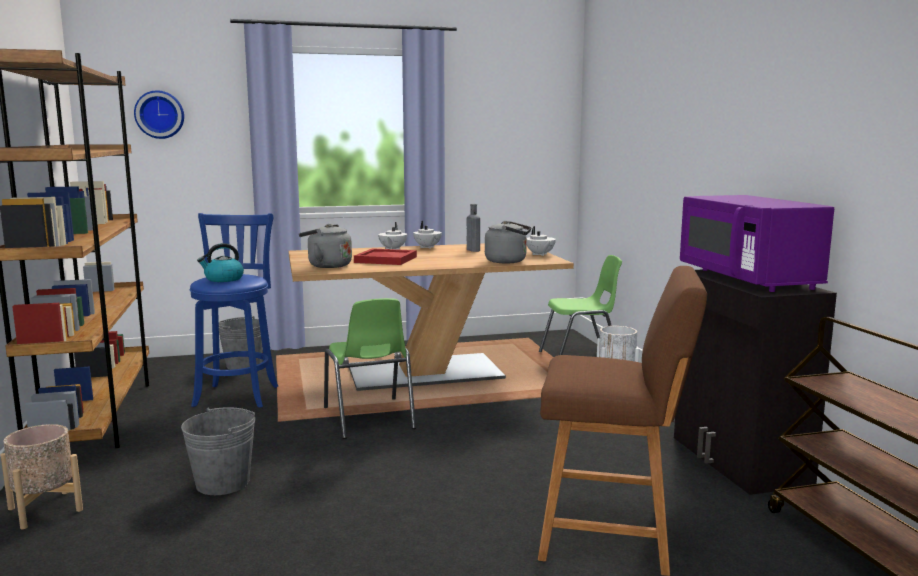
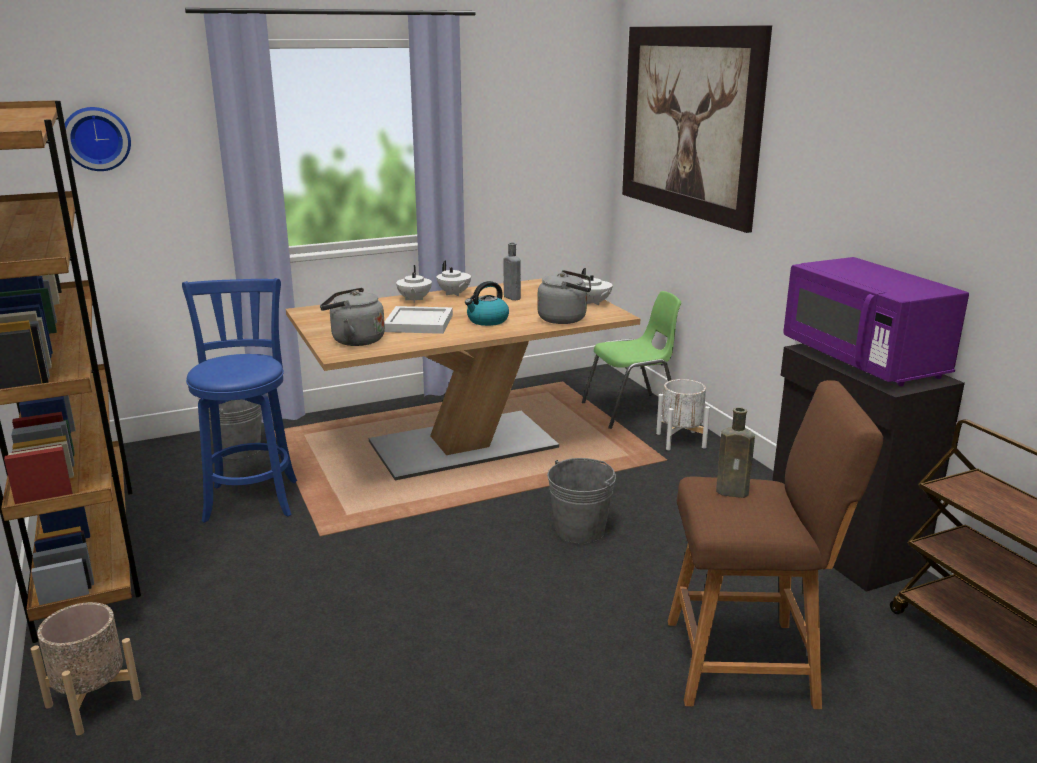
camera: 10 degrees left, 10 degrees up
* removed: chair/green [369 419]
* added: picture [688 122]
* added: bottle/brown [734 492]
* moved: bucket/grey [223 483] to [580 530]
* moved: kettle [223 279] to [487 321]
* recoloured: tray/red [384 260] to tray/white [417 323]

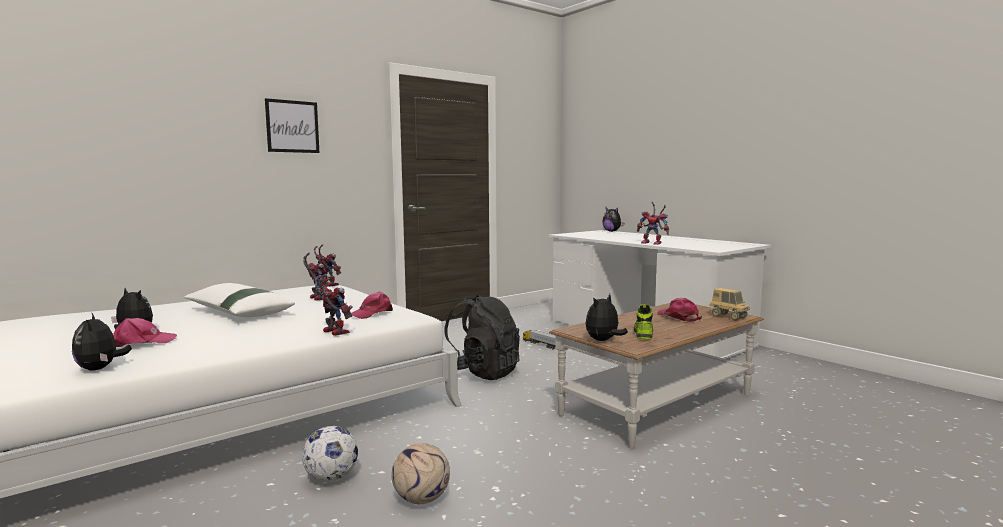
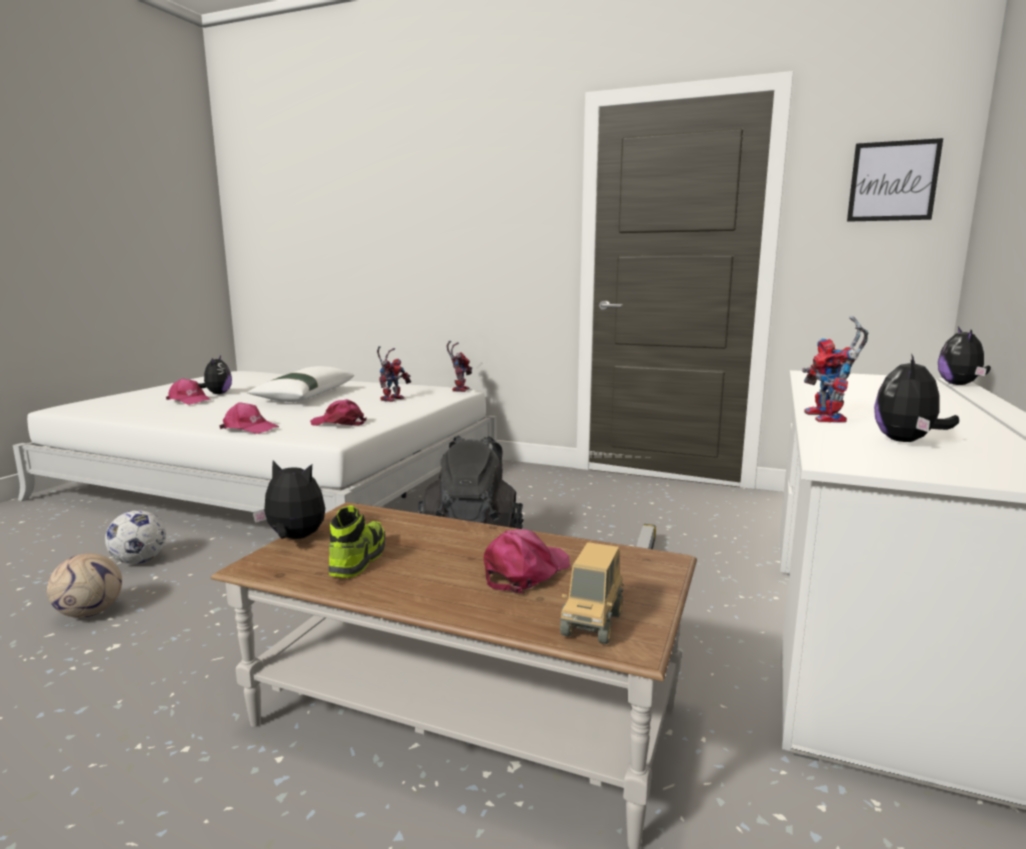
camera: 60 degrees right, 5 degrees up
* moved: plush toy [100 368] to [906 442]
* moved: picture [292 126] to [893 181]
* replaced: toy robot [332 332] to cap/pink [249 428]
* turned: shoe [643 334] = [358 559] 60 degrees counterclockwise

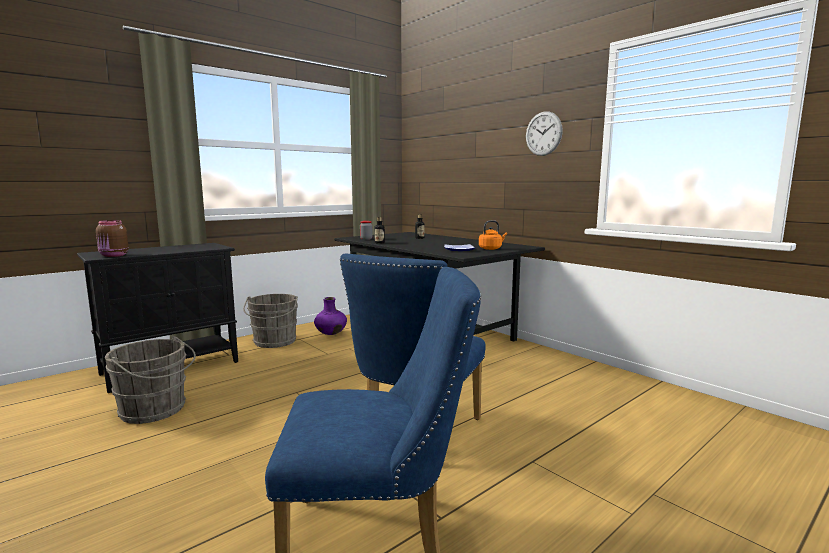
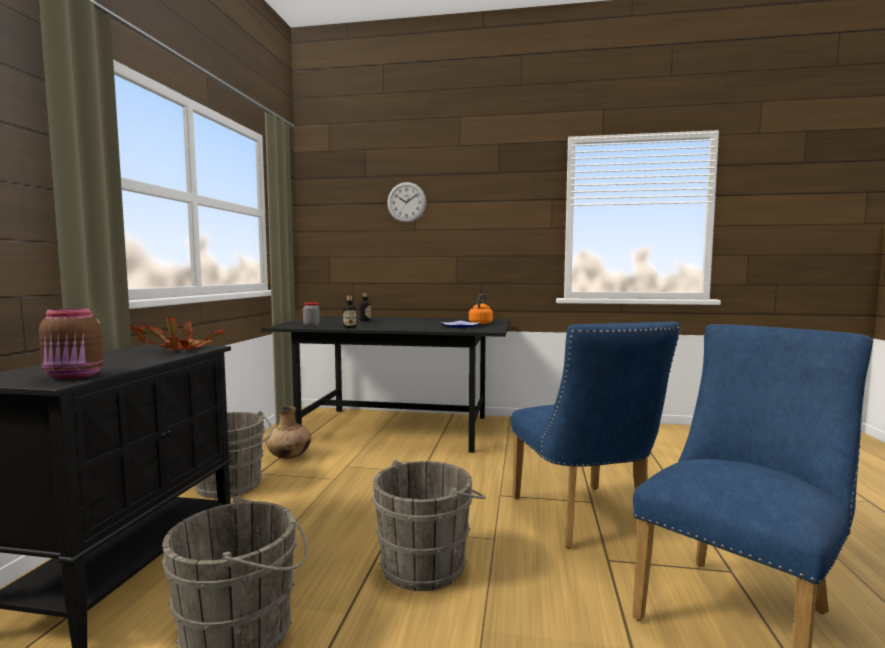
camera: 40 degrees left, 5 degrees down
* added: potted plant [181 350]
* added: bucket/grey [427 563]
* moved: wall clock [543 133] to [406 202]
* recoloured: vase/purple [331 334] to vase/brown [289 457]

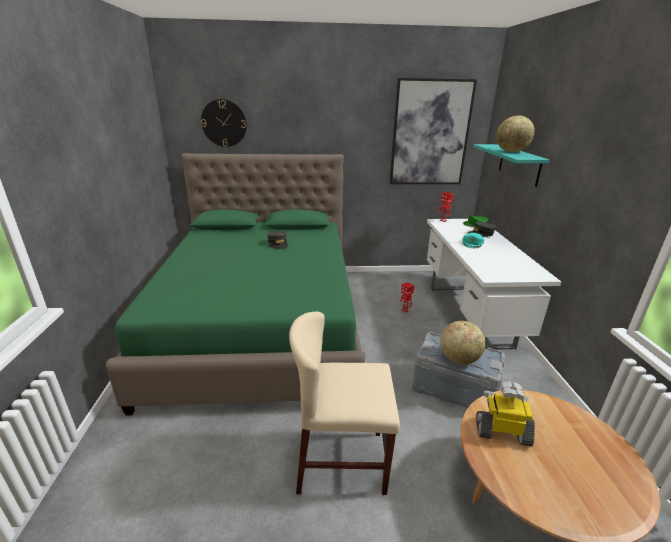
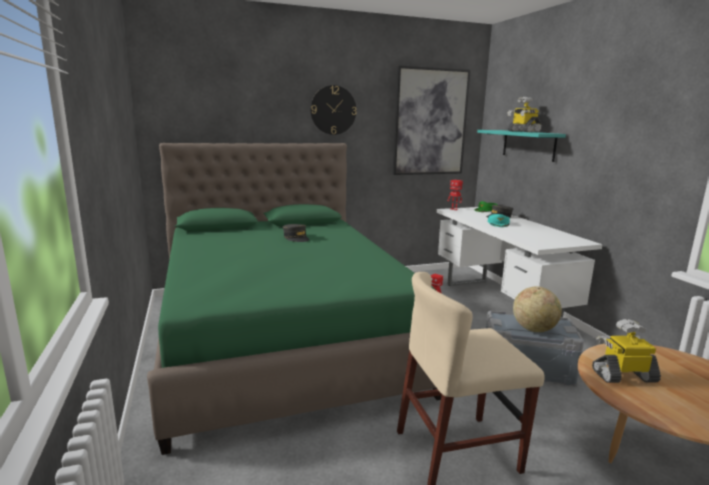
camera: 15 degrees left, 10 degrees down
* moved: wall clock [224 123] to [333 110]
* replaced: globe [511 152] to toy robot [523 131]

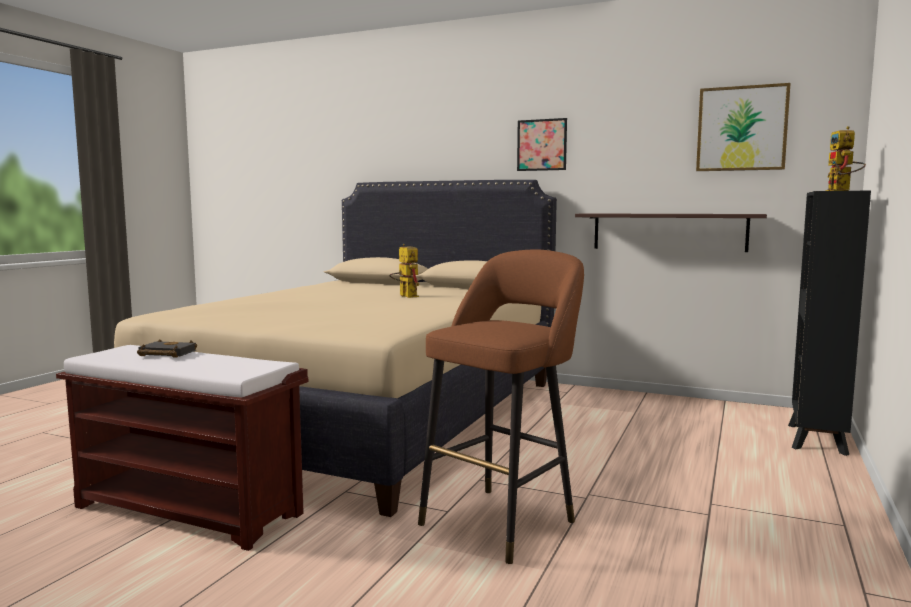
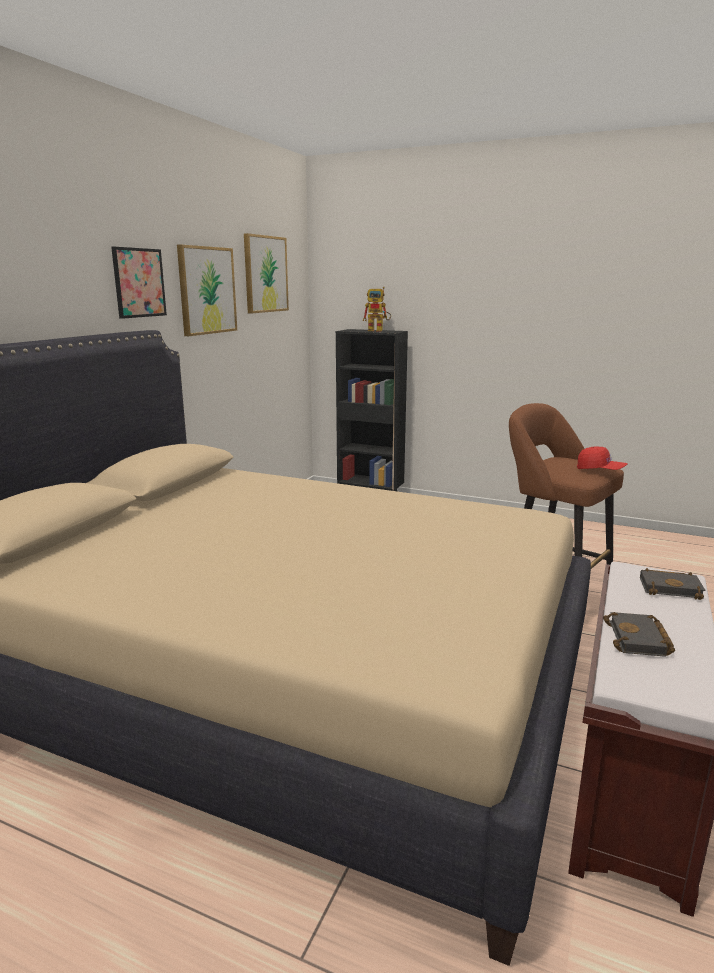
camera: 90 degrees left, 10 degrees up
* removed: toy robot [405 296]
* removed: shelf [668 232]
* added: picture [207 290]
* added: cap/red [600 470]
* added: book/black [671 588]

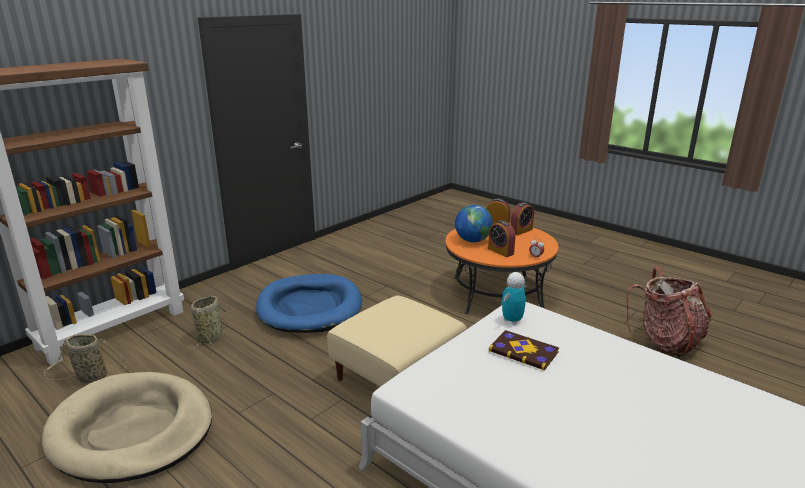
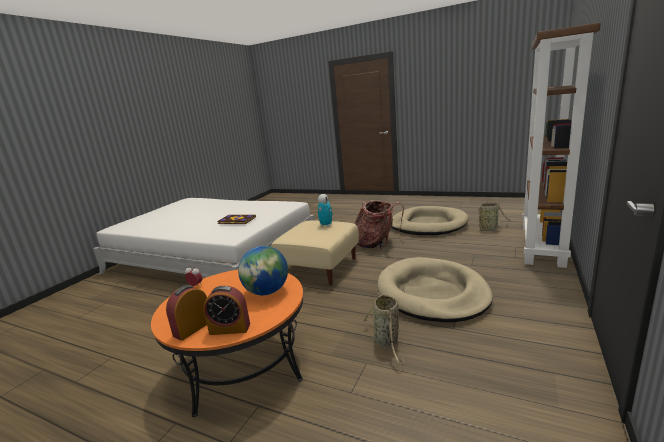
camera: 165 degrees right, 5 degrees down
* removed: alarm clock [500 251]
* moved: basket [211 337] to [387 342]
* moved: toy robot [512 320] to [326 225]
* moved: backpack [666 342] to [376 243]
* recoloured: dog bed/blue [310 307] to dog bed/beige [432 293]

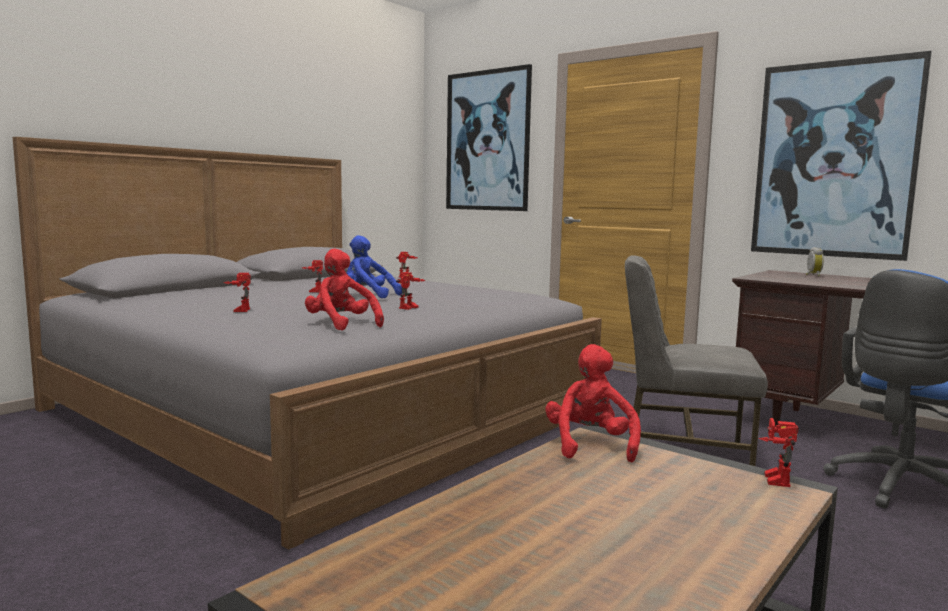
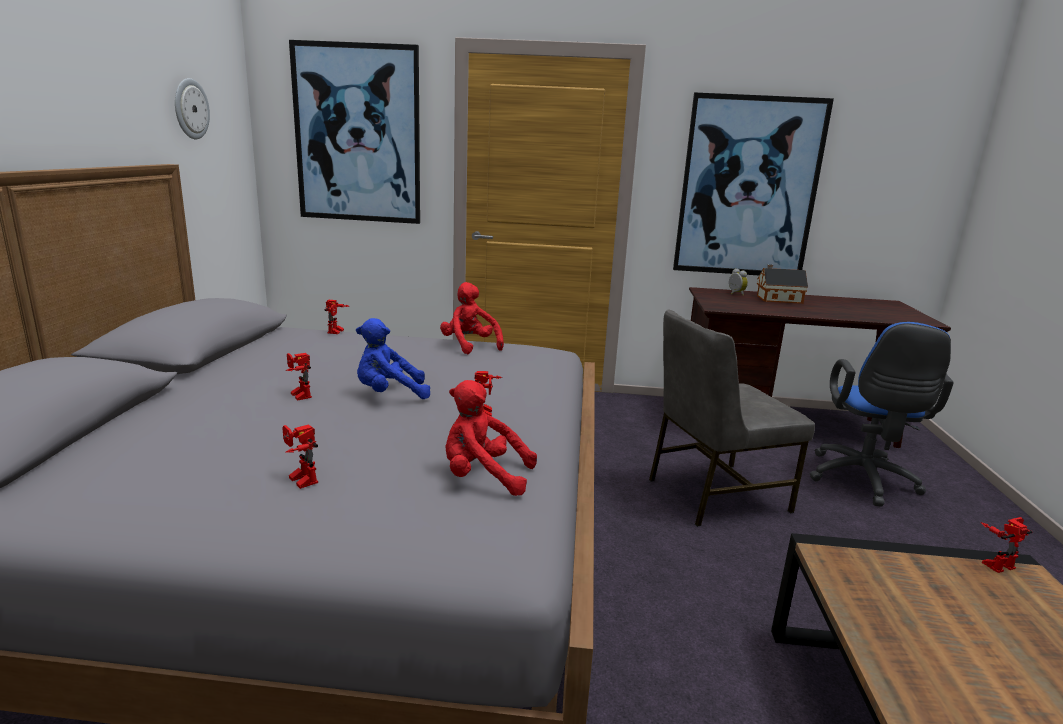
camera: 35 degrees left, 10 degrees up
* added: wall clock [190 109]
* added: toy house [777 299]
* moved: plush toy/red [590 445] to [469 345]
* turned: toy robot [772 478] = [996 563] 90 degrees clockwise

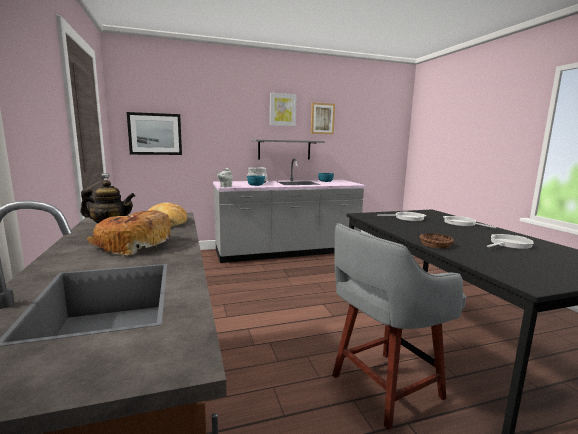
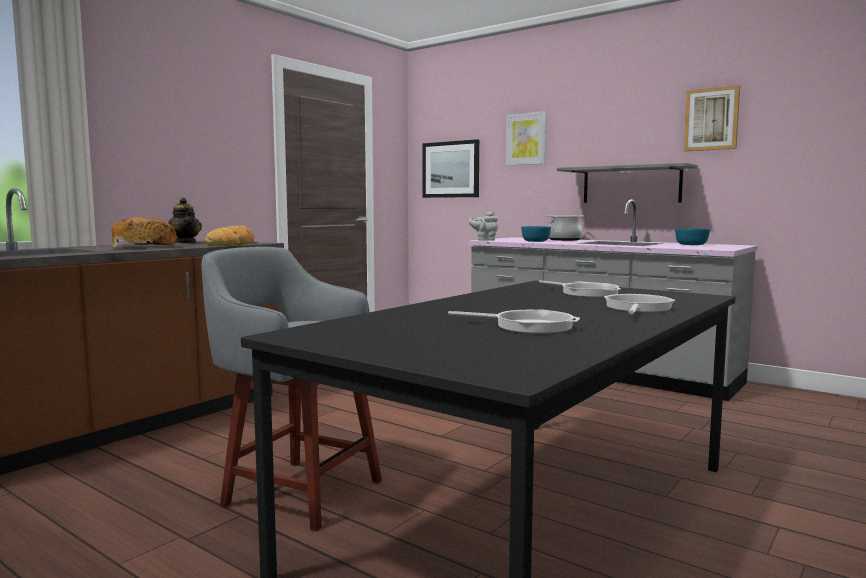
camera: 55 degrees right, 5 degrees down
* removed: bowl/brown [435 244]
* moved: picture [282 109] to [526 139]

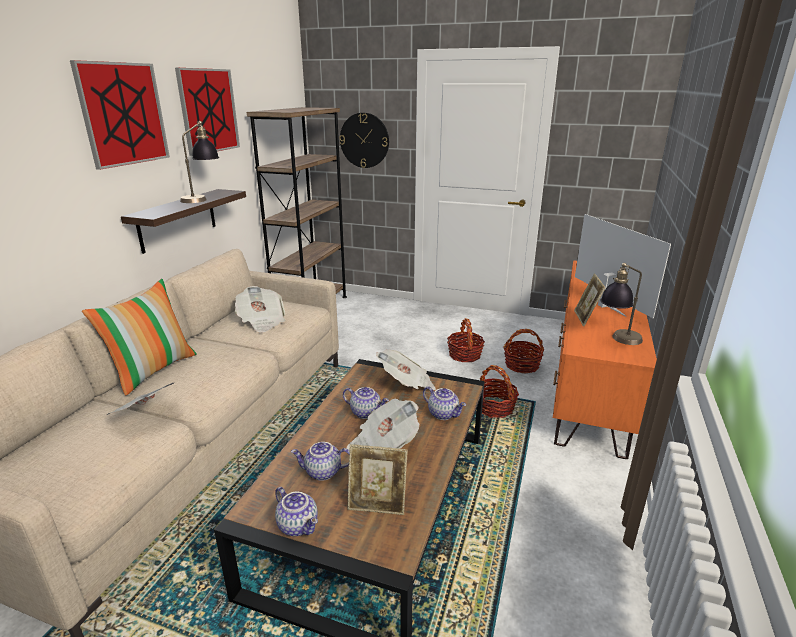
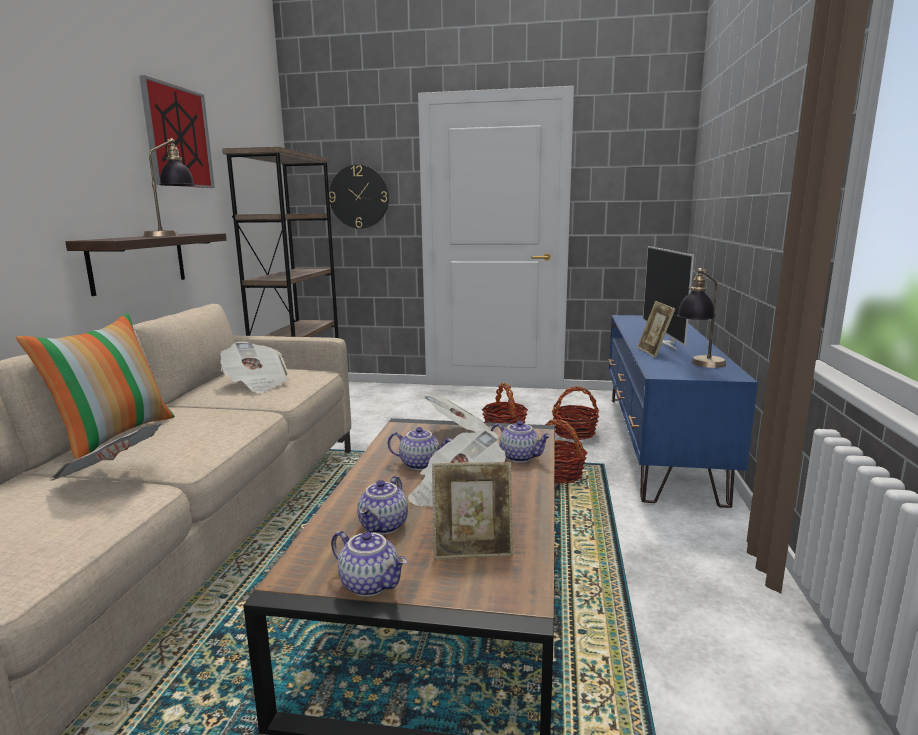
camera: 10 degrees left, 10 degrees down
* removed: picture [123 114]
* recoloured: tv stand/orange [590 383] to tv stand/blue [658 442]
* turned: teapot [322 472] = [384 526] 60 degrees counterclockwise
* turned: television [604 305] = [667 342] 150 degrees counterclockwise

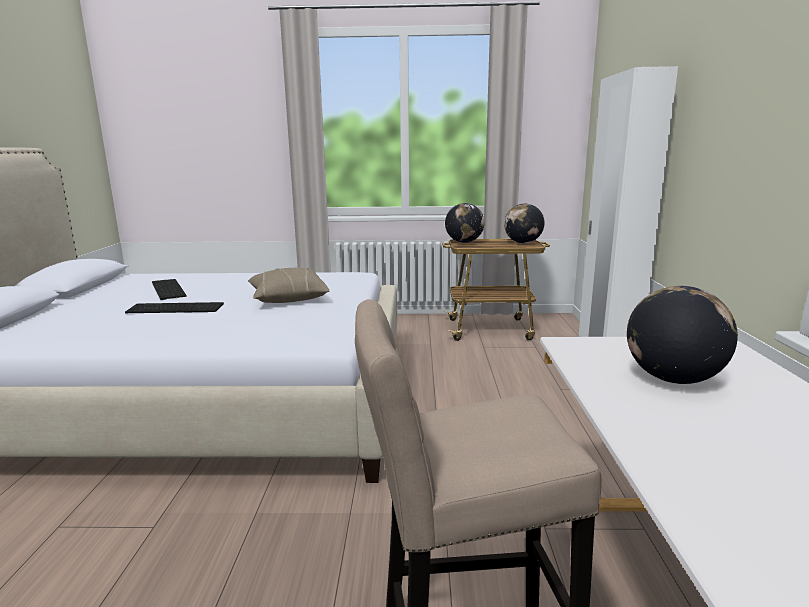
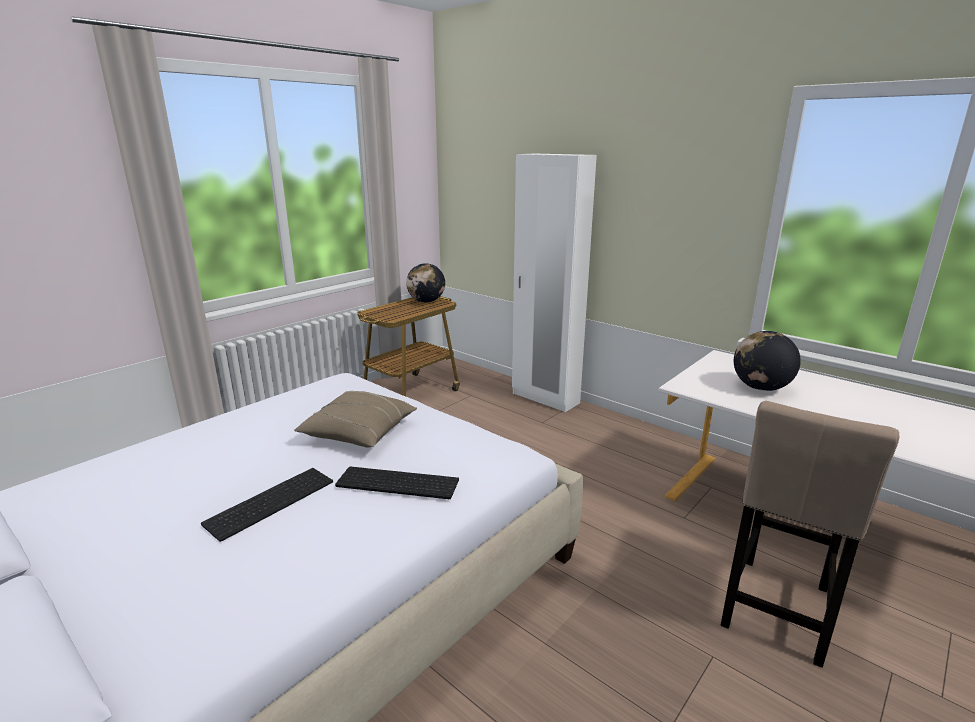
camera: 50 degrees left, 5 degrees up
* removed: globe [464 242]
* moved: keyboard [166 289] to [395 484]

